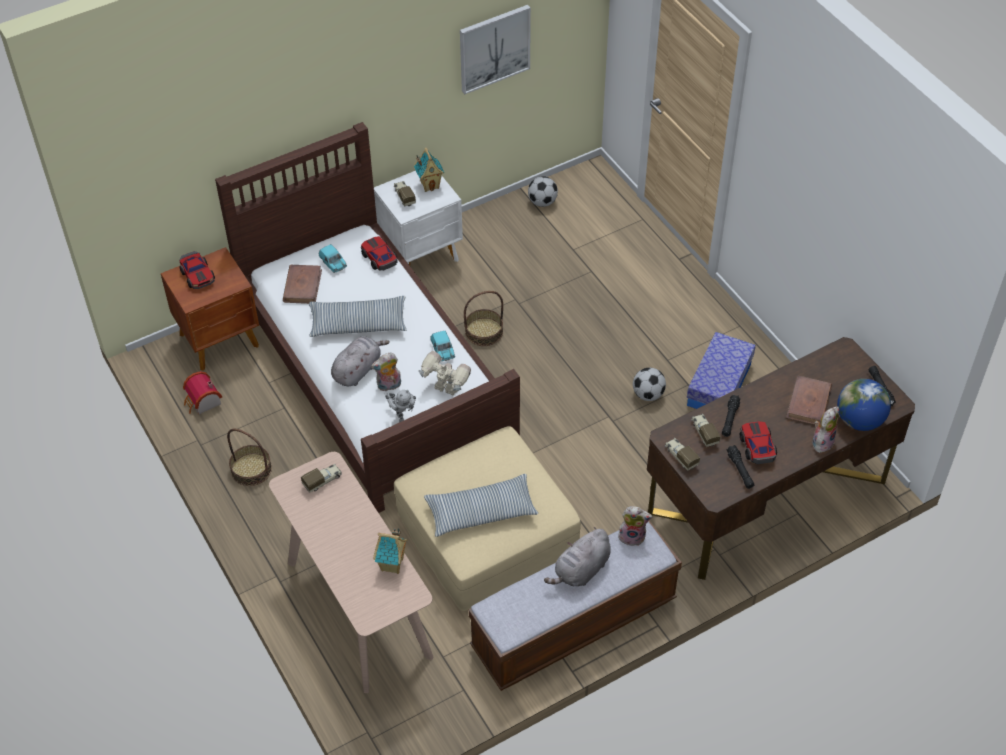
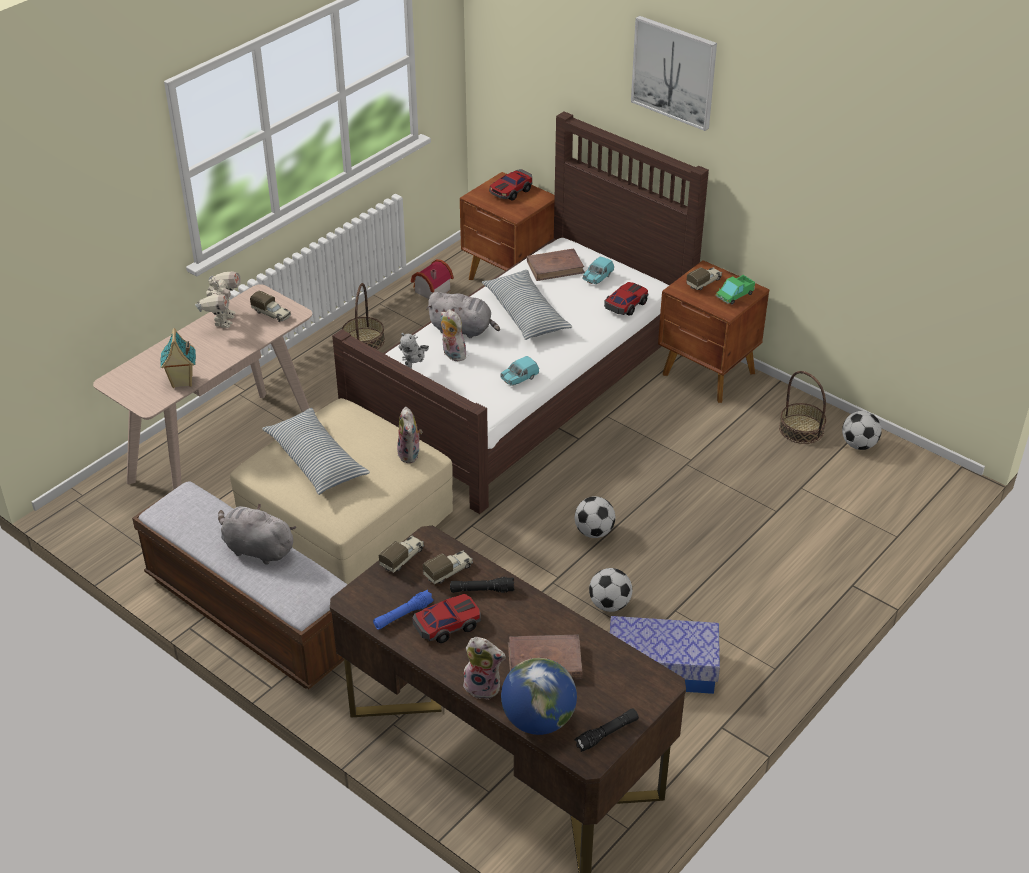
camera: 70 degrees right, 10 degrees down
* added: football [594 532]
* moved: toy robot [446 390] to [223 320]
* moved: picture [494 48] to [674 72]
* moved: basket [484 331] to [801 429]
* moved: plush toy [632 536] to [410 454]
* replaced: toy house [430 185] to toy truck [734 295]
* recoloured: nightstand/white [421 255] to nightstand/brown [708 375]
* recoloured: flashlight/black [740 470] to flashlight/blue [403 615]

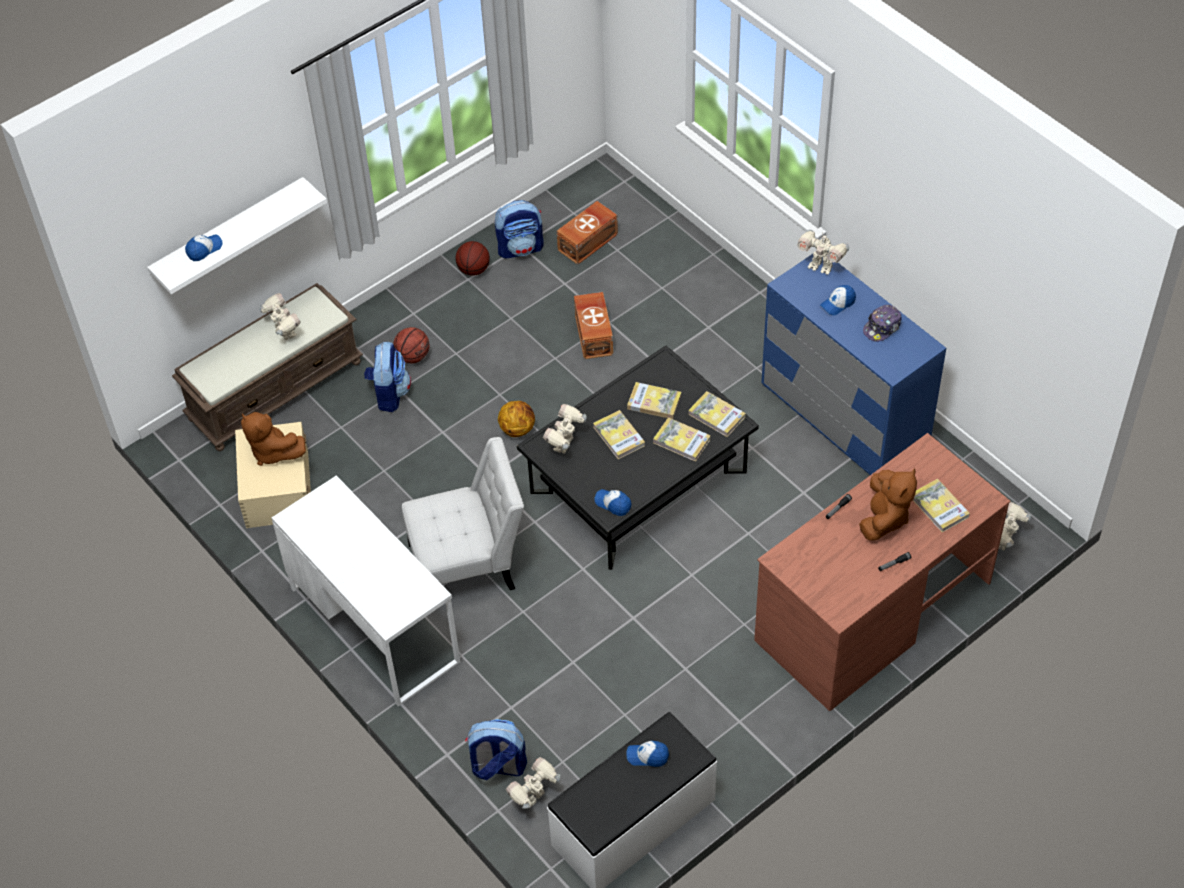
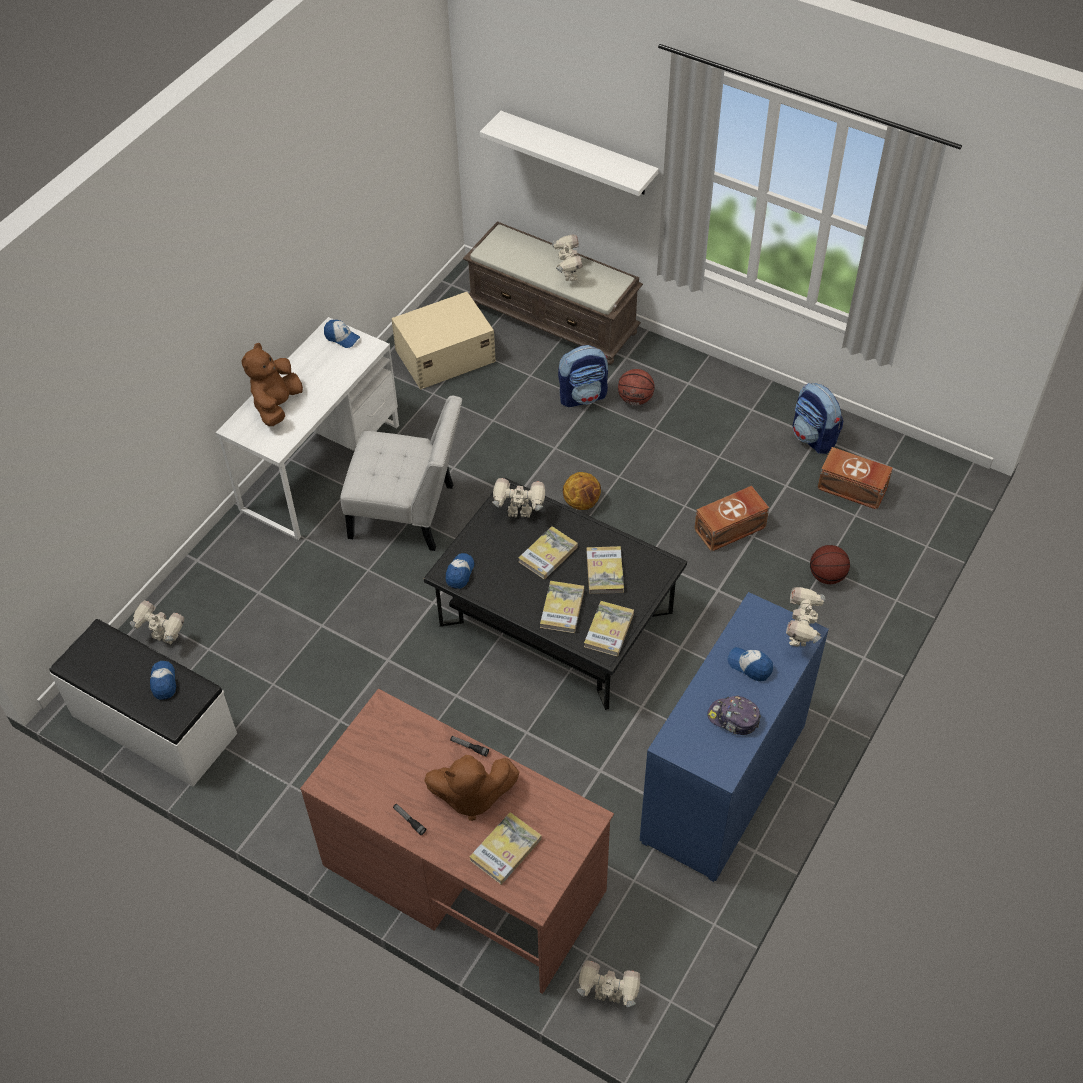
camera: 70 degrees right, 0 degrees up
* removed: backpack [497 766]
* moved: cap [204 249] to [342 337]
* moved: plush toy/brown [272 451] to [277 405]
* moved: basketball [473 270] to [827 576]
* turned: toy robot [284 333] = [568 275] 45 degrees counterclockwise
* turned: chair/white [468 564] = [408 513] 45 degrees counterclockwise

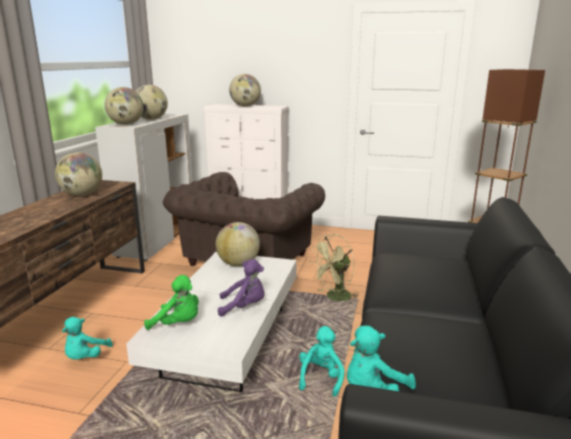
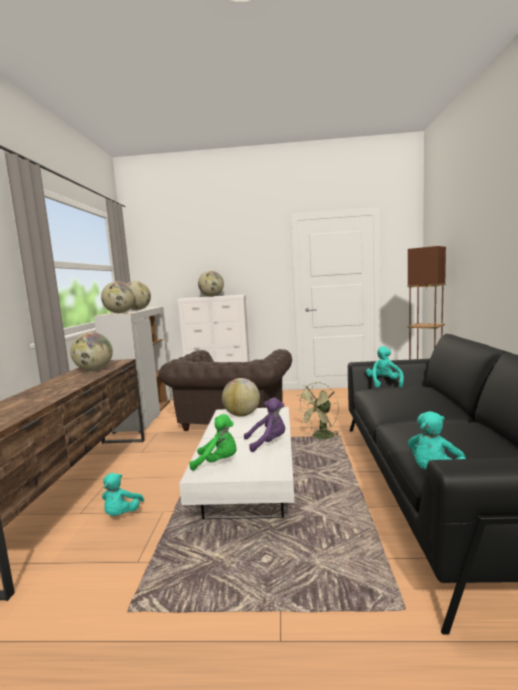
camera: 10 degrees left, 10 degrees down
* moved: plush toy/turquoise [321 378] to [384 384]

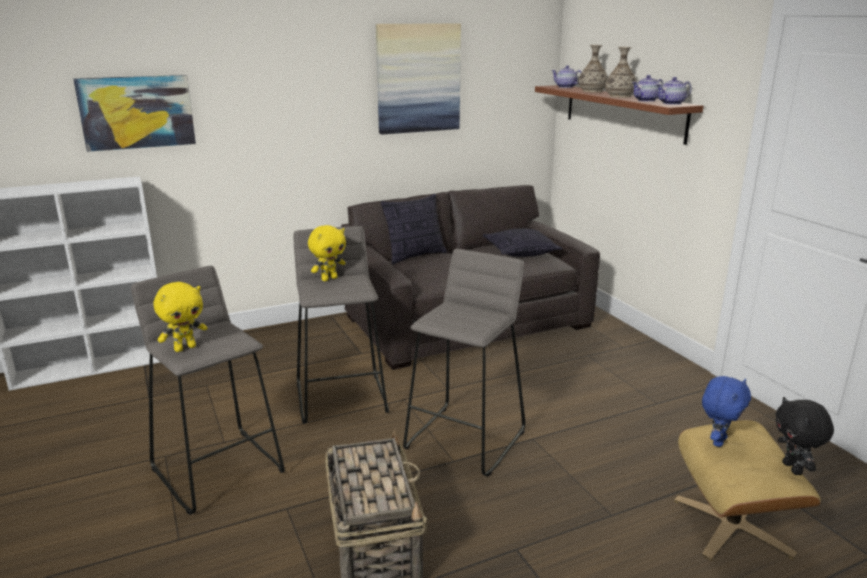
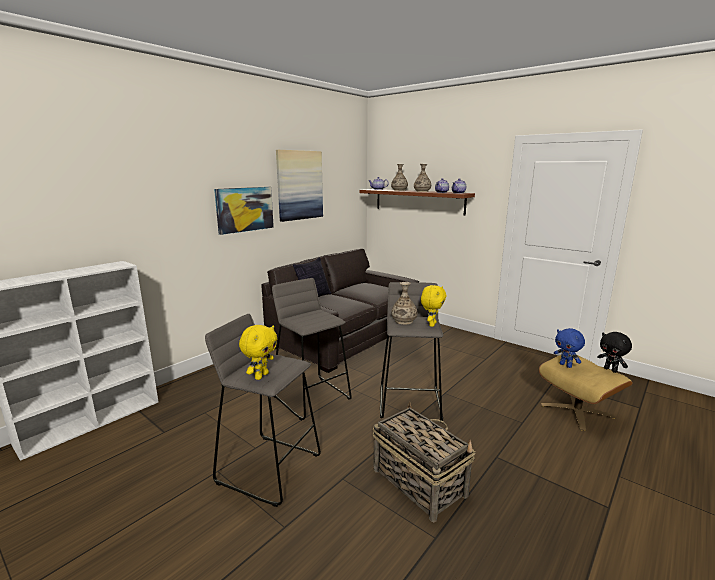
camera: 25 degrees left, 5 degrees down
* removed: pillow [520 252]
* added: vase [403 321]
* moved: picture [137 112] to [244 209]
* moved: plush toy/yellow [329 279] to [431 324]
* turned: plush toy/blue [718 441] = [566 365] 135 degrees clockwise

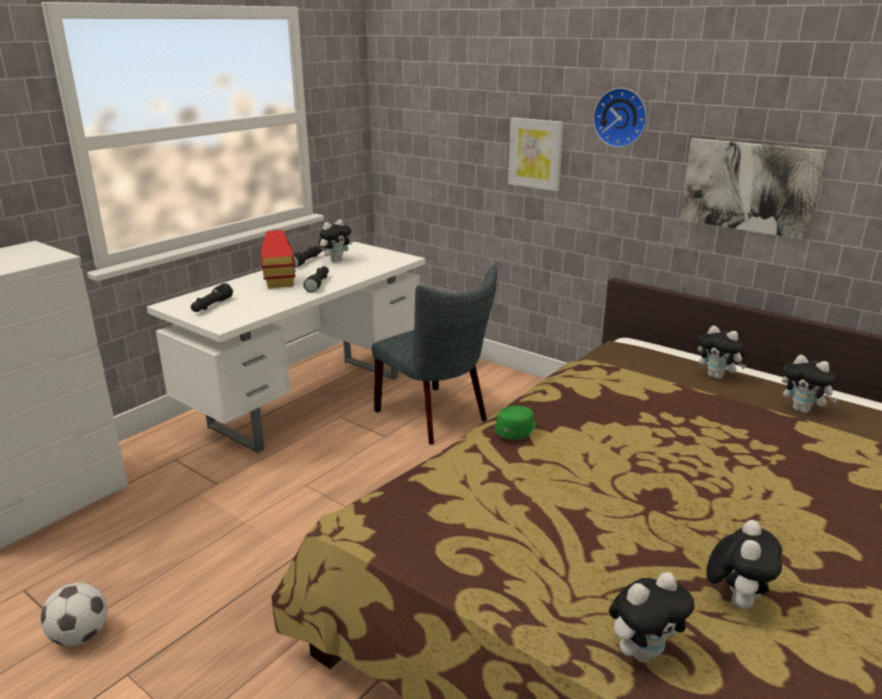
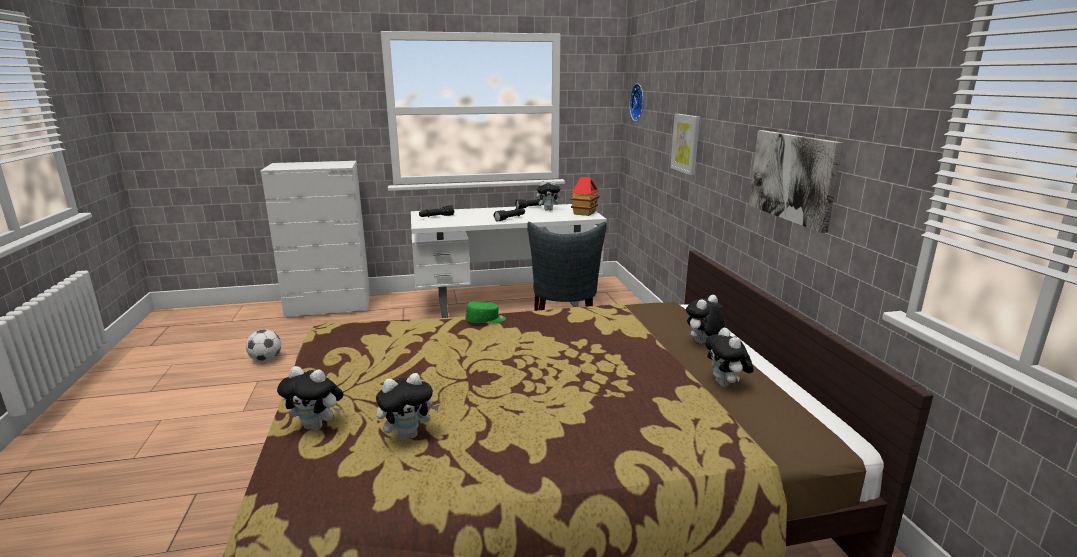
camera: 40 degrees right, 5 degrees down
* moved: toy house [279 283] to [584 213]
* moved: wall clock [621 117] to [639 102]
* turned: plush toy [717 376] = [703 343] 60 degrees clockwise

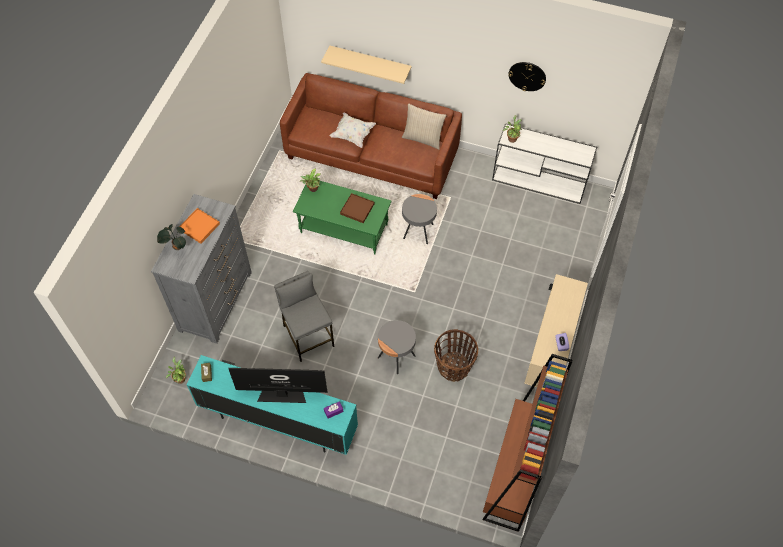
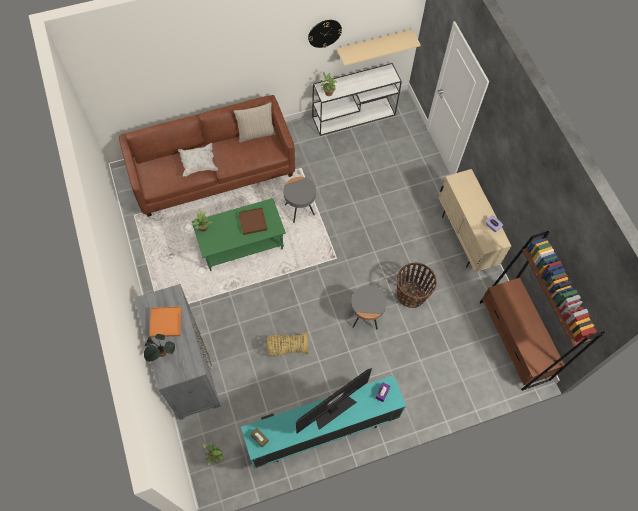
camera: 40 degrees left, 5 degrees up
* moved: shelf/beige [370 62] to [374 44]
* replaced: stool/grey [308 336] to basket [287 348]

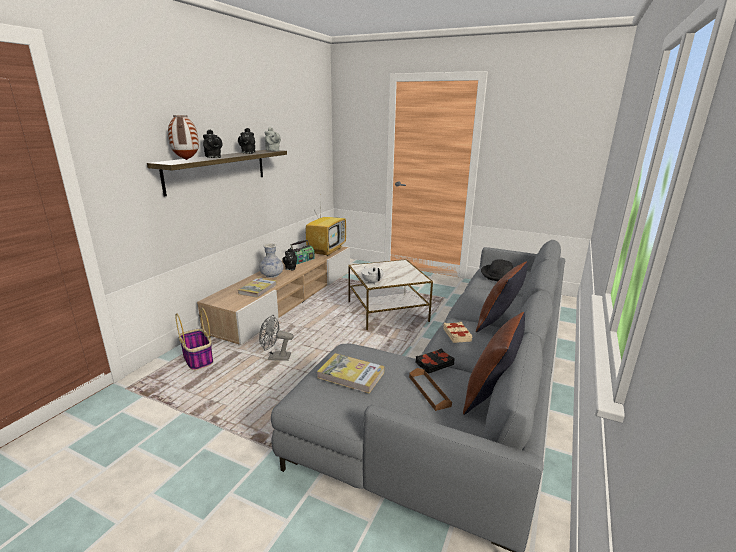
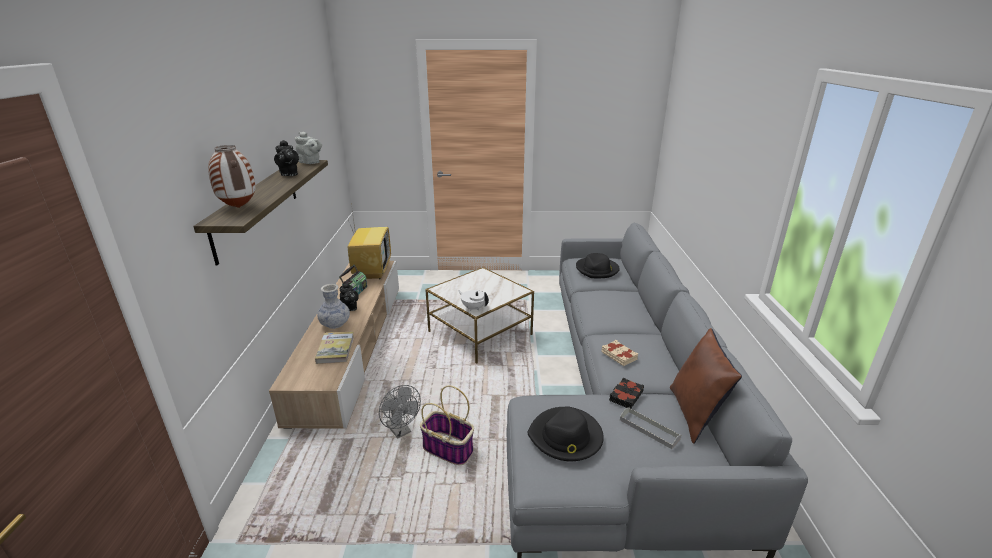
camera: 25 degrees left, 5 degrees up
* removed: teapot/black [213 157]
* removed: pillow/brown [498 323]
* moved: basket [198 359] to [449 449]
* replaced: book [351 375] to hat/black [566 437]
* recoloured: tray/brown [429 391] to tray/grey [649 429]
* turned: fan/grey [275 357] = [401 431] 105 degrees counterclockwise

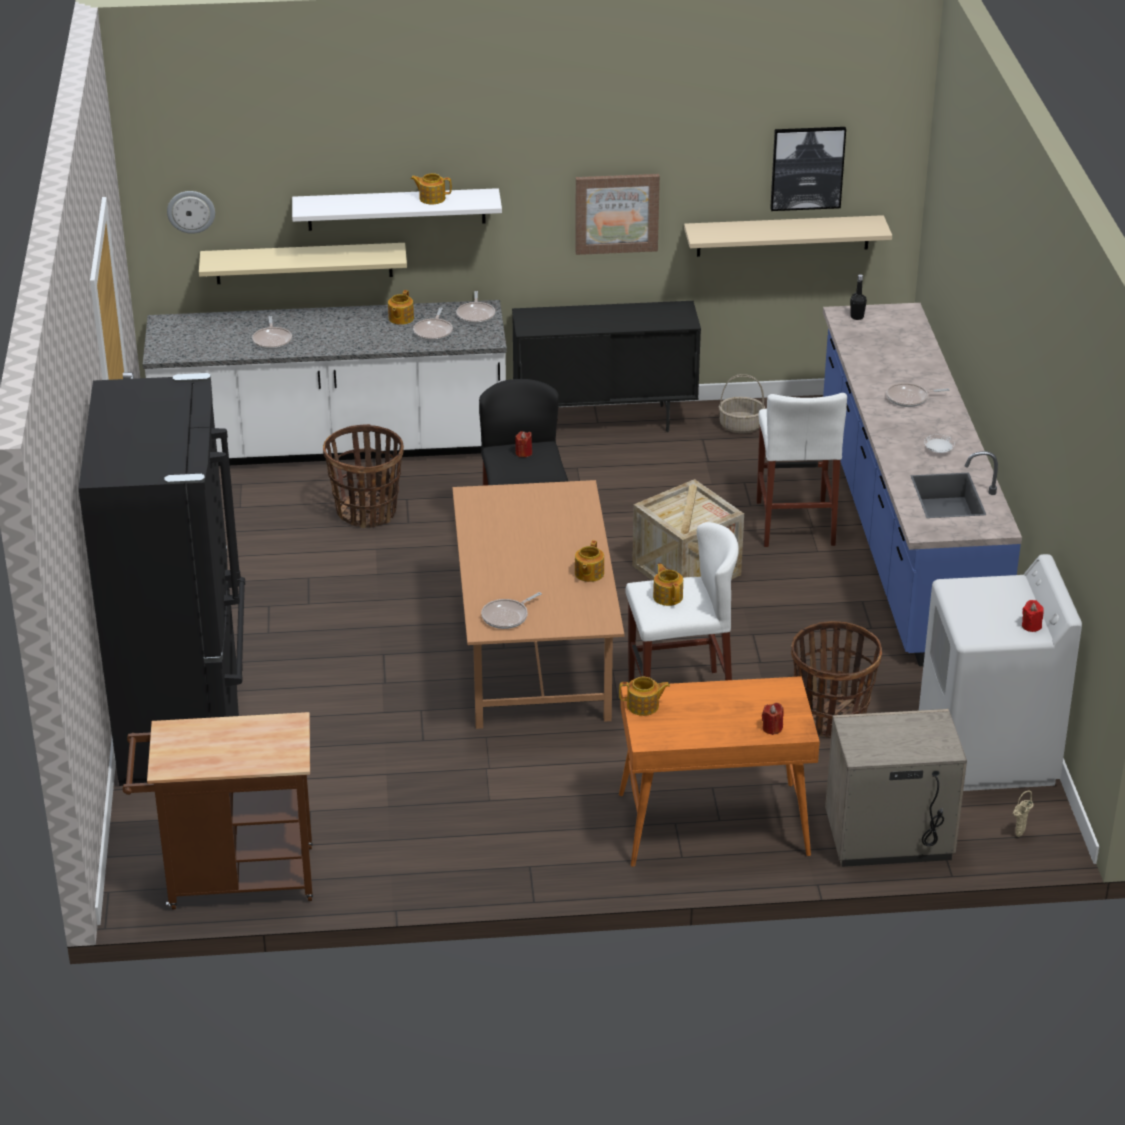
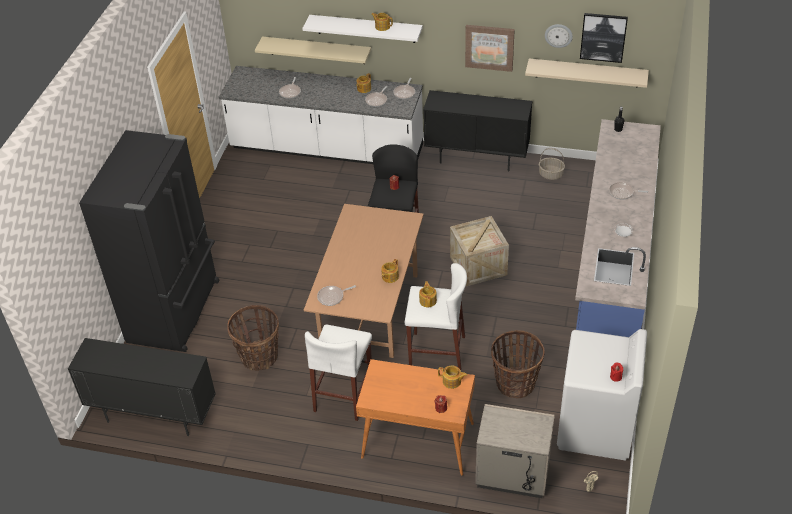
camera: 20 degrees right, 10 degrees up
* moved: wall clock [191 211] to [558 35]
* moved: basket [367 512] to [259 356]
* moved: teapot [643 706] to [452 381]
* moved: stool/white [795 523] to [343 395]
* replaced: cart/brown [231 879] to cabinet/black [154 415]

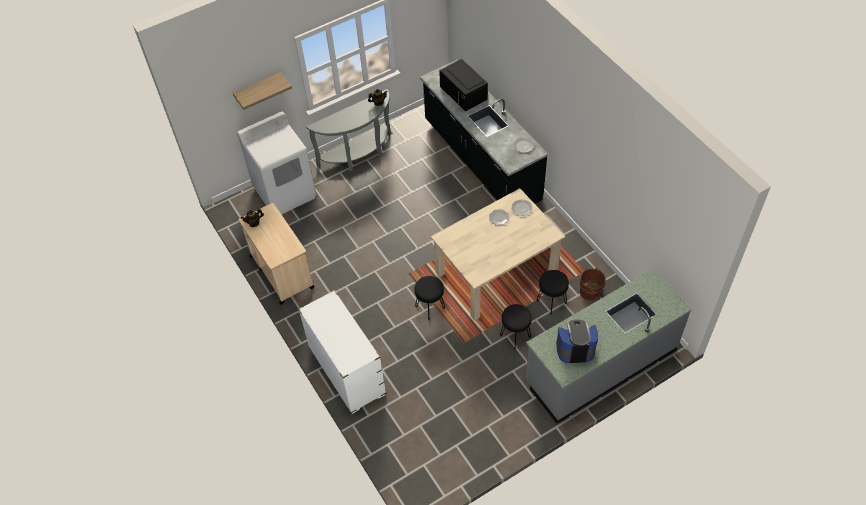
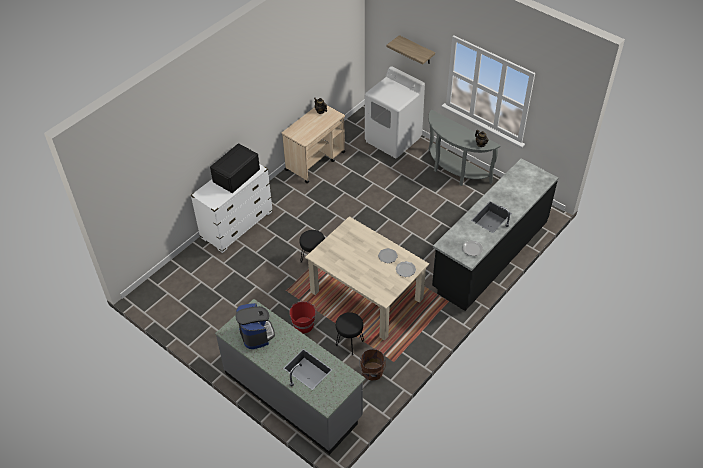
camera: 70 degrees right, 5 degrees down
* moved: microwave/black [464 93] to [236 175]
* replaced: stool/black [515 336] to bucket/red [303 324]

